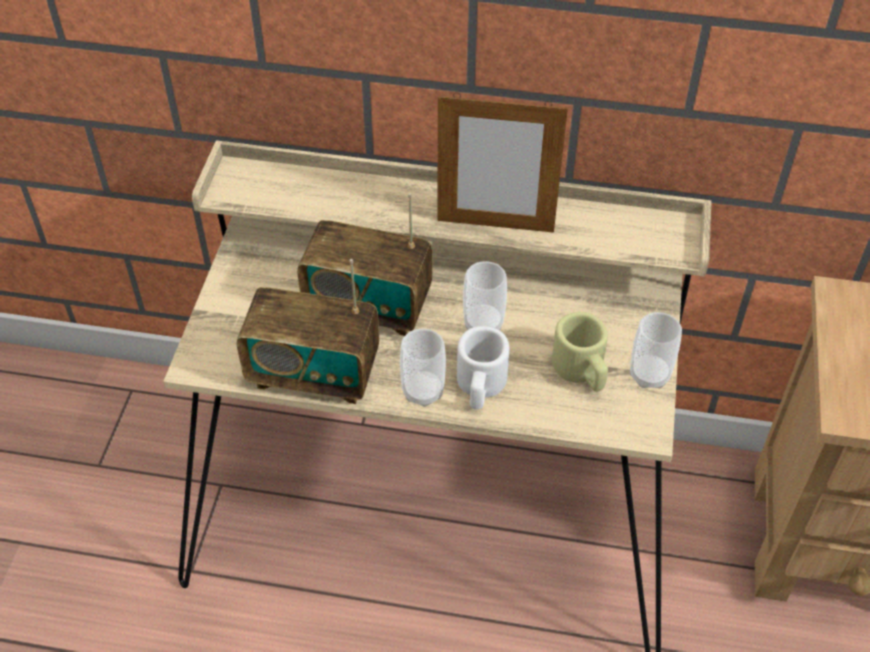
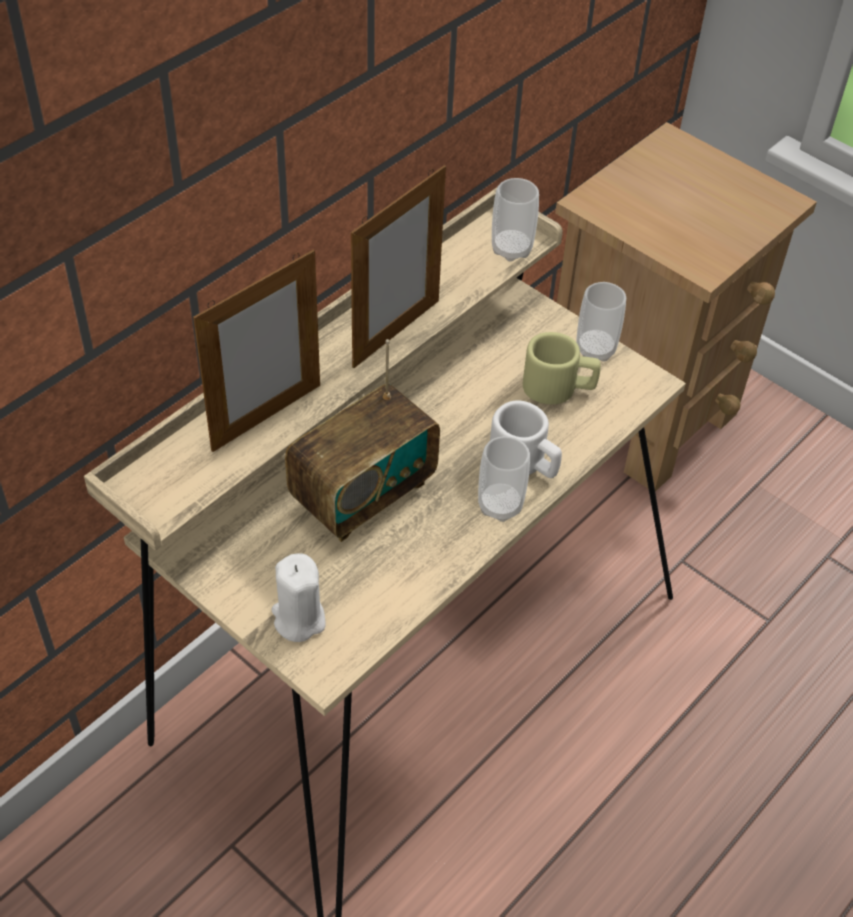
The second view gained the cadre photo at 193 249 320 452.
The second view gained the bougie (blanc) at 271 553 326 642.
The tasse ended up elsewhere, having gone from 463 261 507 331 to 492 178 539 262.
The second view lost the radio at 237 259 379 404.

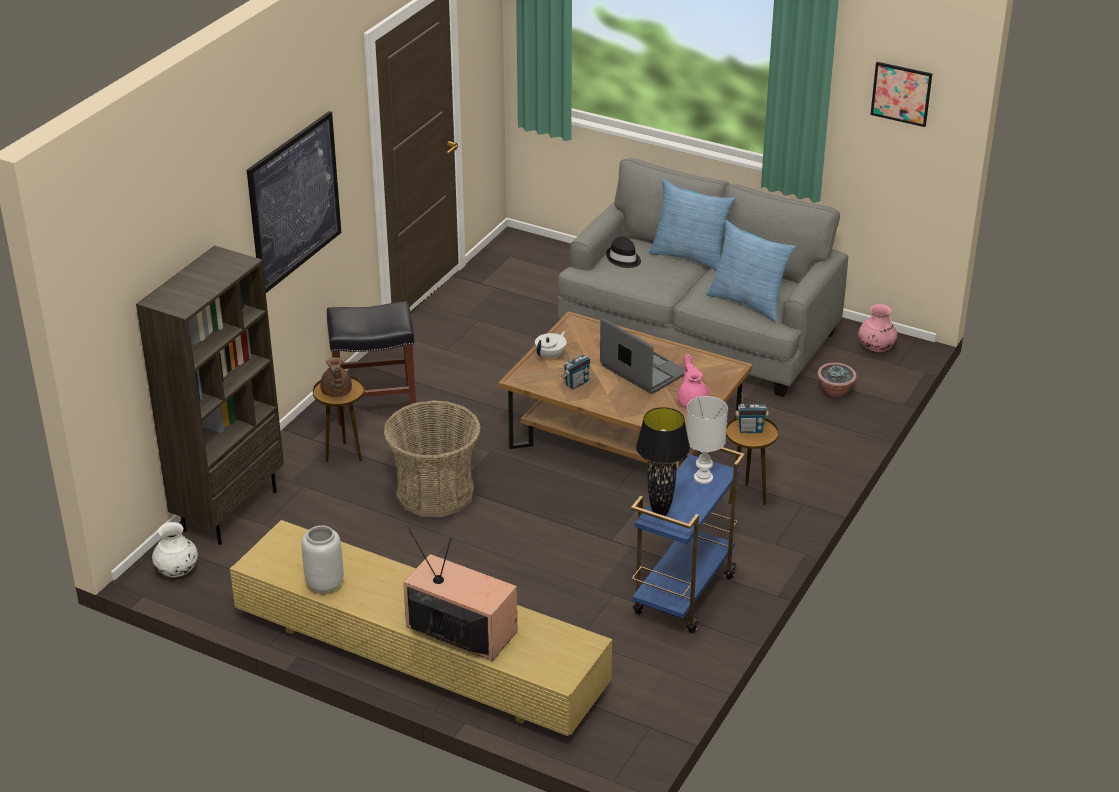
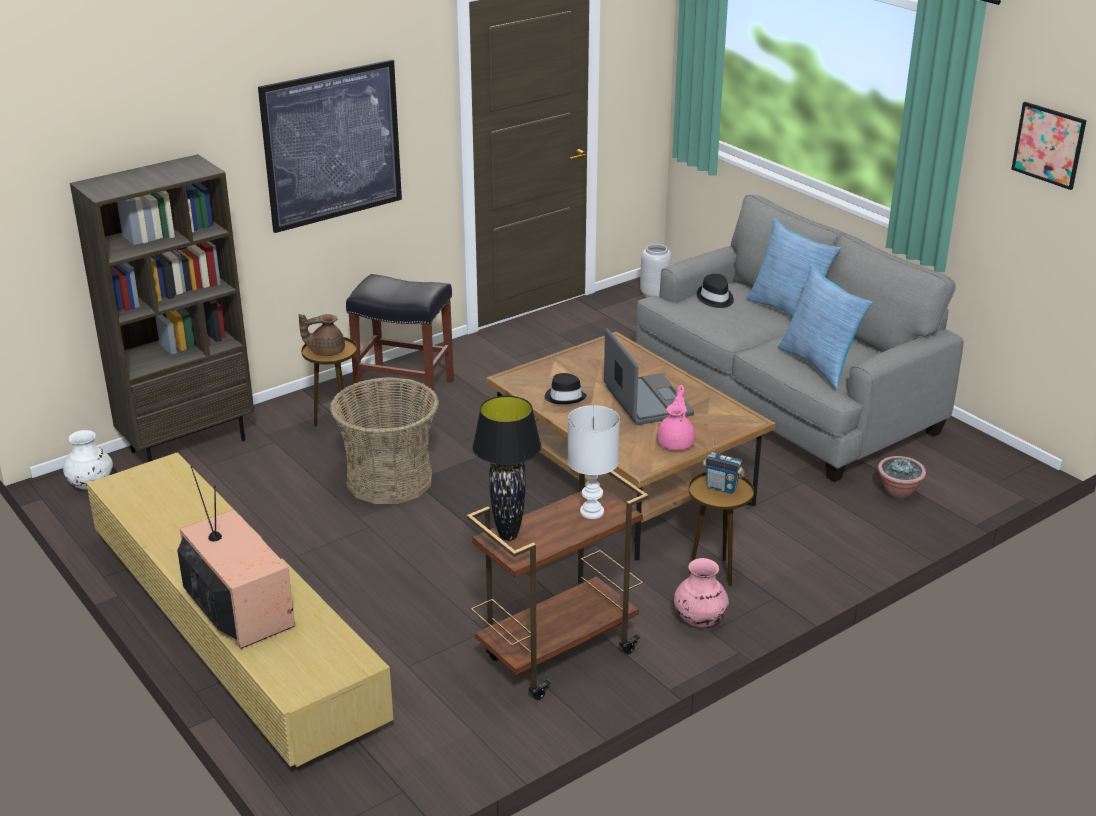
The théière (marron) at 320 357 352 397 ended up facing another way, 60 degrees clockwise from before.
What was the chariot (bleu) at 631 447 745 633 turned into the chariot (marron) at 466 471 649 700.
Where the radio stood at 562 351 590 389, the chapeau (noir) came to stand at 545 373 587 404.
The vase (gris) ended up elsewhere, having gone from 301 525 344 593 to 640 244 672 297.
The vase (rose) ended up elsewhere, having gone from 859 304 897 352 to 674 558 729 627.
The second view lost the théière (blanc) at 535 331 567 359.

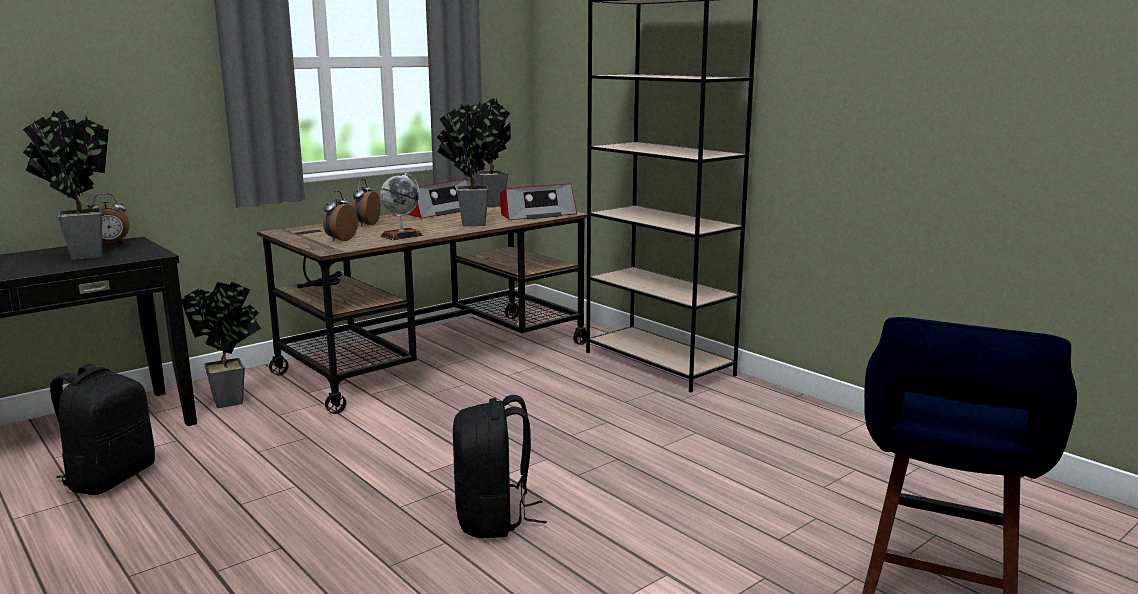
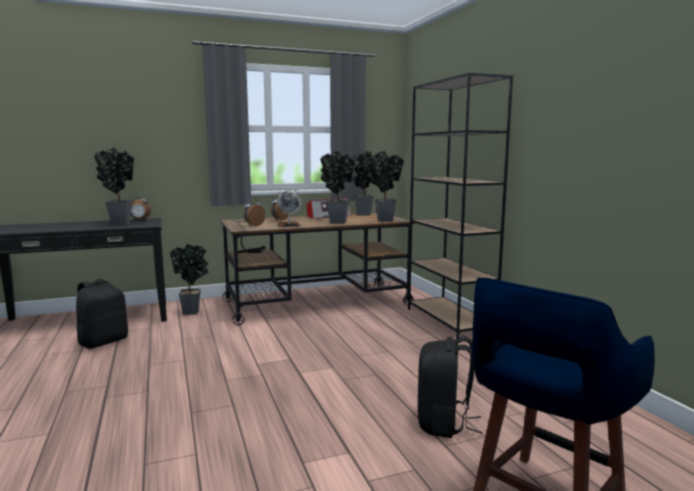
Where the radio stood at 500 184 577 220, the plante en pot came to stand at 365 151 404 222.
The sac à dos (noir) ended up elsewhere, having gone from 453 395 547 538 to 418 336 482 438.

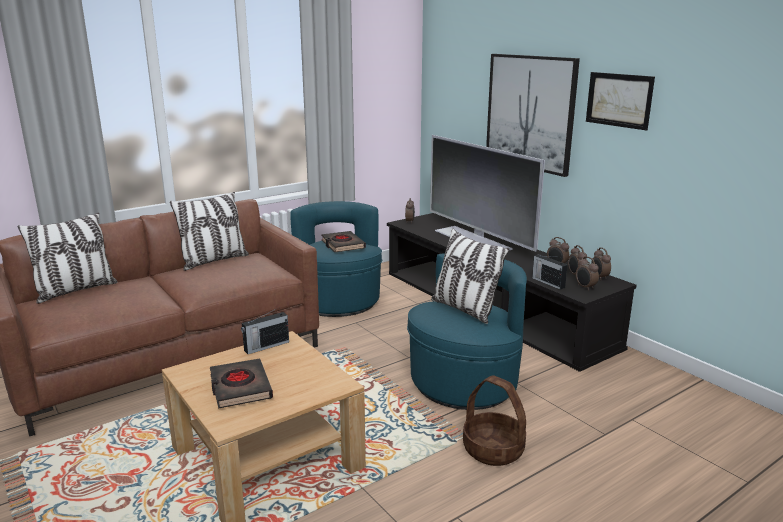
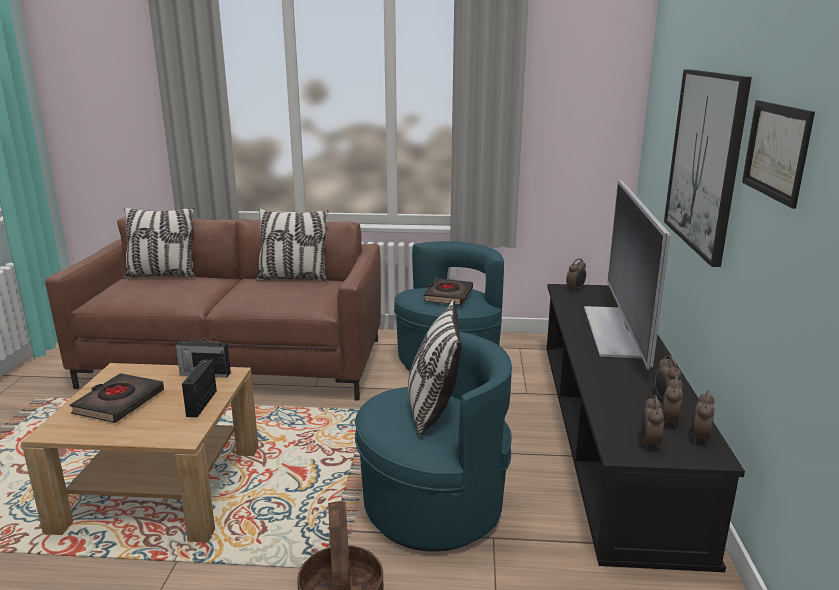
The radio ended up elsewhere, having gone from 532 254 567 289 to 182 359 217 417.

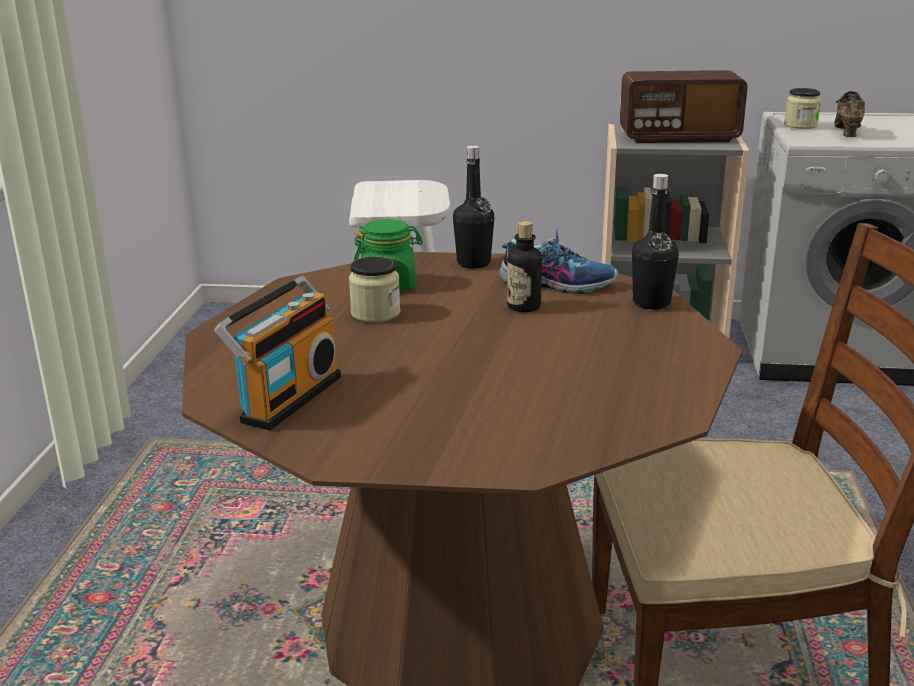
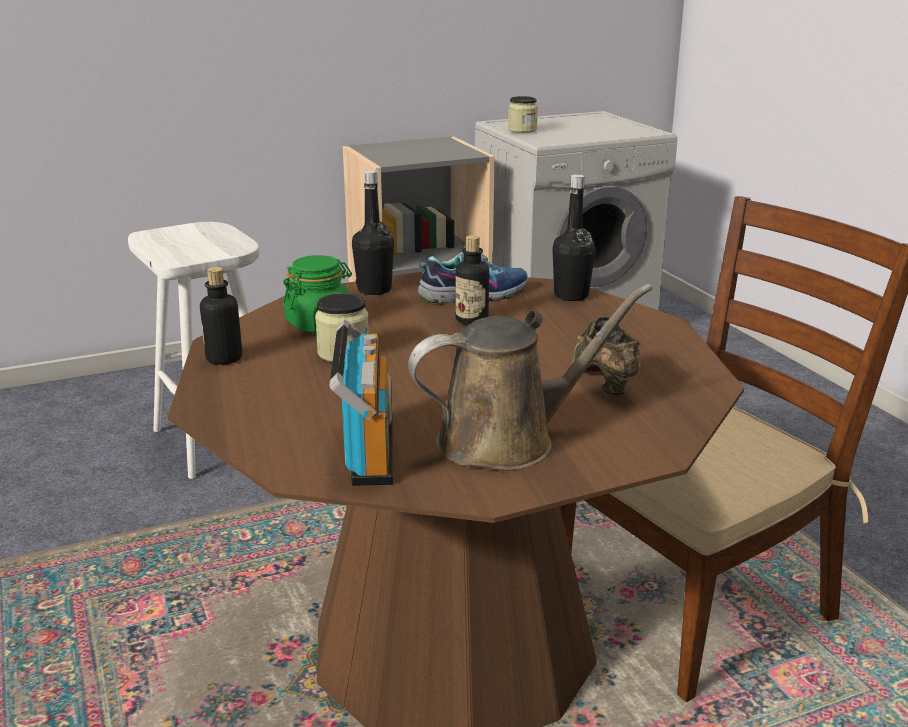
The second view gained the bouteille at 200 267 242 365.
The second view gained the arrosoir (marron) at 408 284 652 471.
The chaussure (marron) ended up elsewhere, having gone from 834 91 865 137 to 572 316 641 395.
The second view lost the radio at 620 70 748 143.

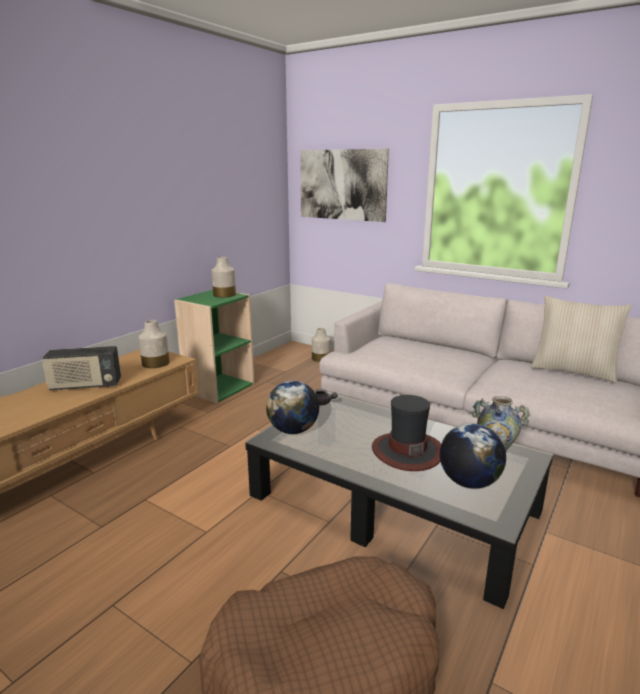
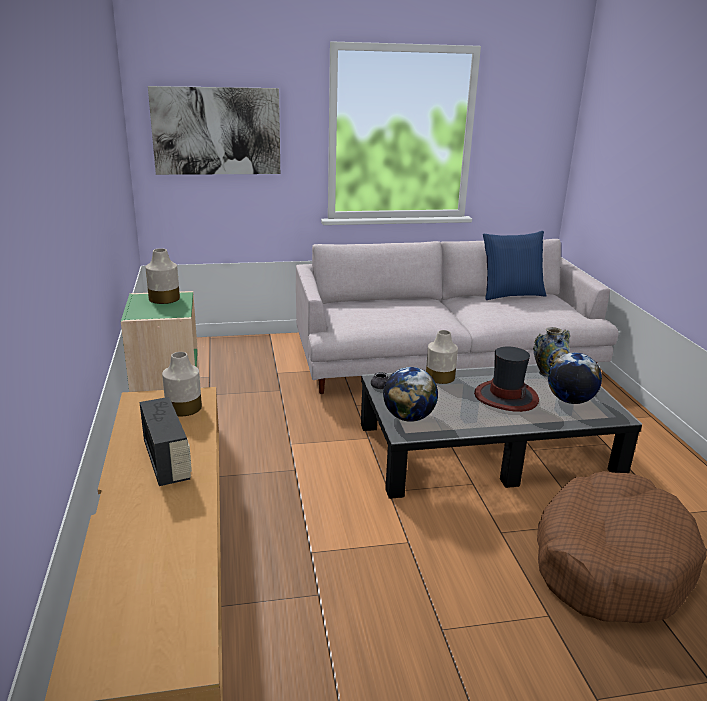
The radio at 42 346 121 390 ended up facing another way, 60 degrees counterclockwise from before.
The vase (beige) ended up elsewhere, having gone from 312 328 330 362 to 426 330 458 384.
What was the coussin (beige) at 531 296 632 383 turned into the coussin (bleu) at 483 231 547 300.

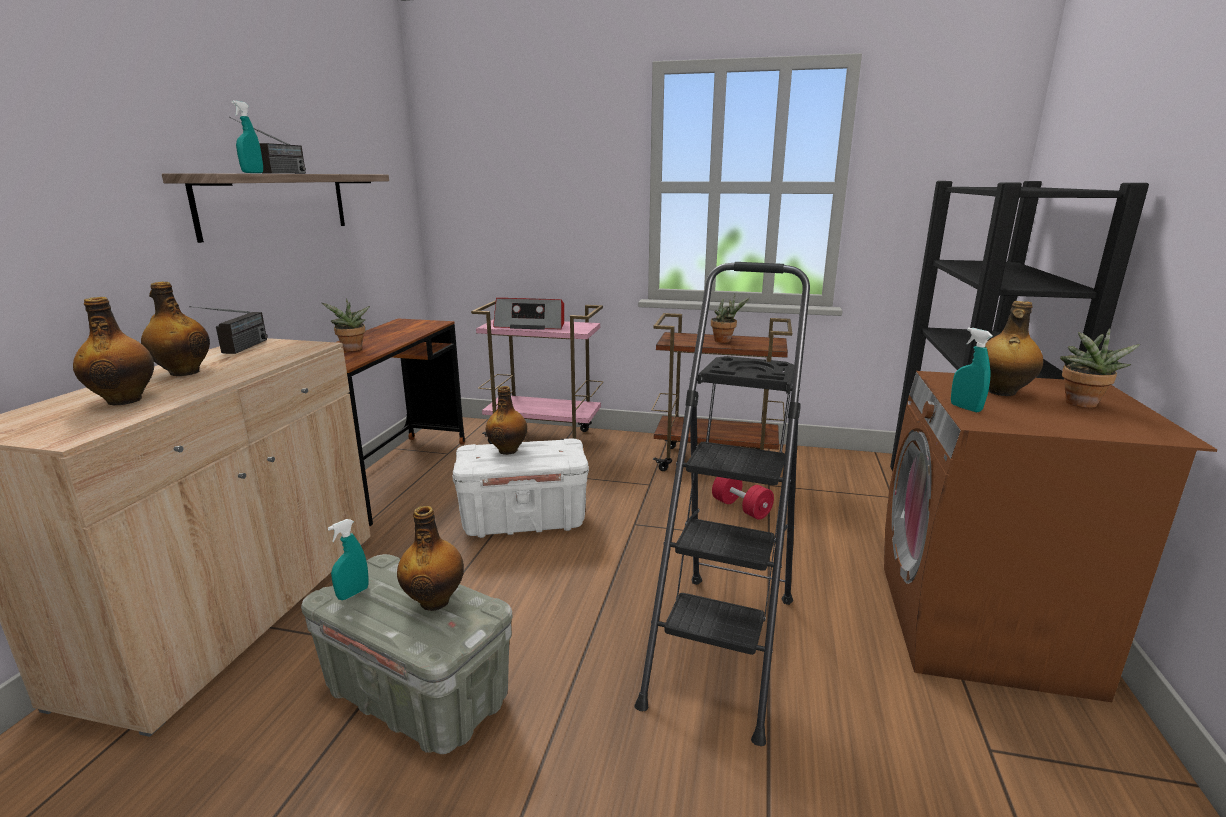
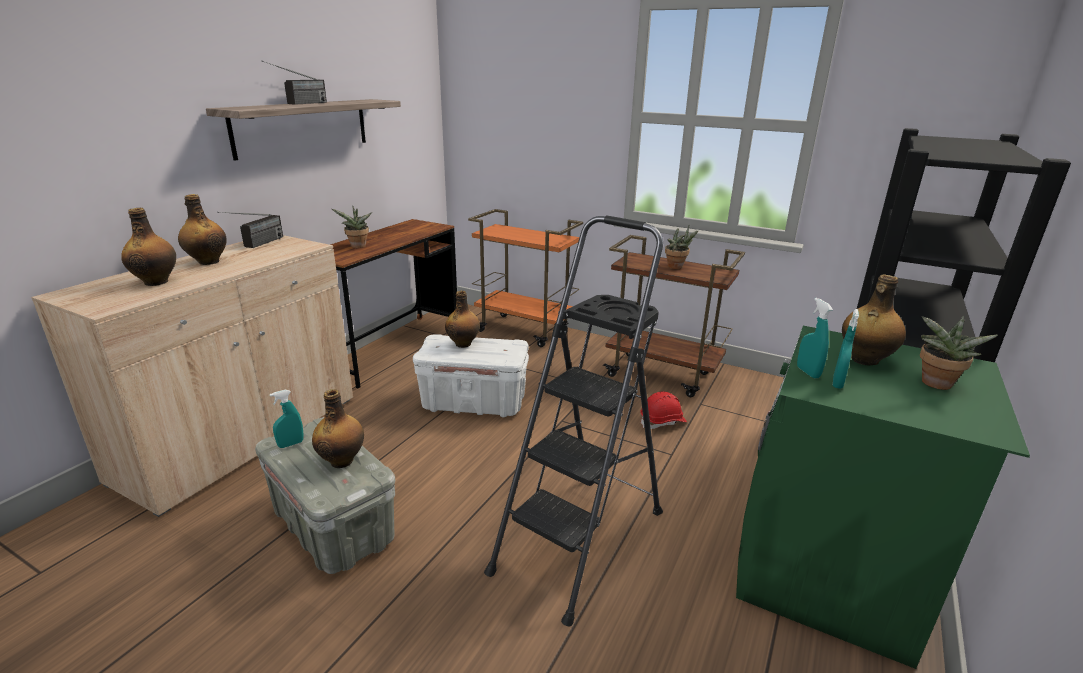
What was the chariot (rose) at 471 301 603 444 turned into the chariot (orange) at 468 209 583 347.
Where the haltère (rouge) stood at 712 477 774 520, the casque de chantier (rouge) came to stand at 640 392 687 429.
What was the lave-linge (marron) at 884 371 1218 702 turned into the lave-linge (vert) at 736 326 1030 669.
The vaporisateur (turquoise) ended up elsewhere, having gone from 231 100 263 173 to 833 309 859 389.
The second view lost the radio at 493 298 564 330.

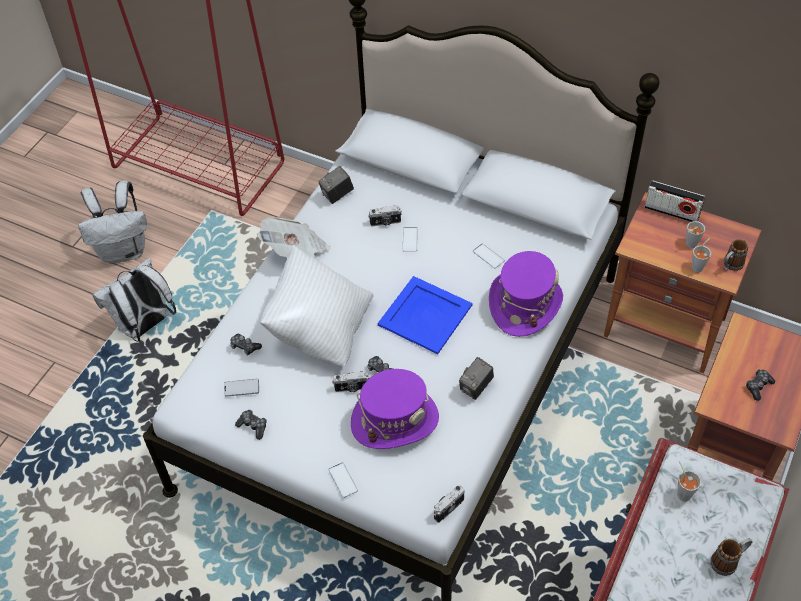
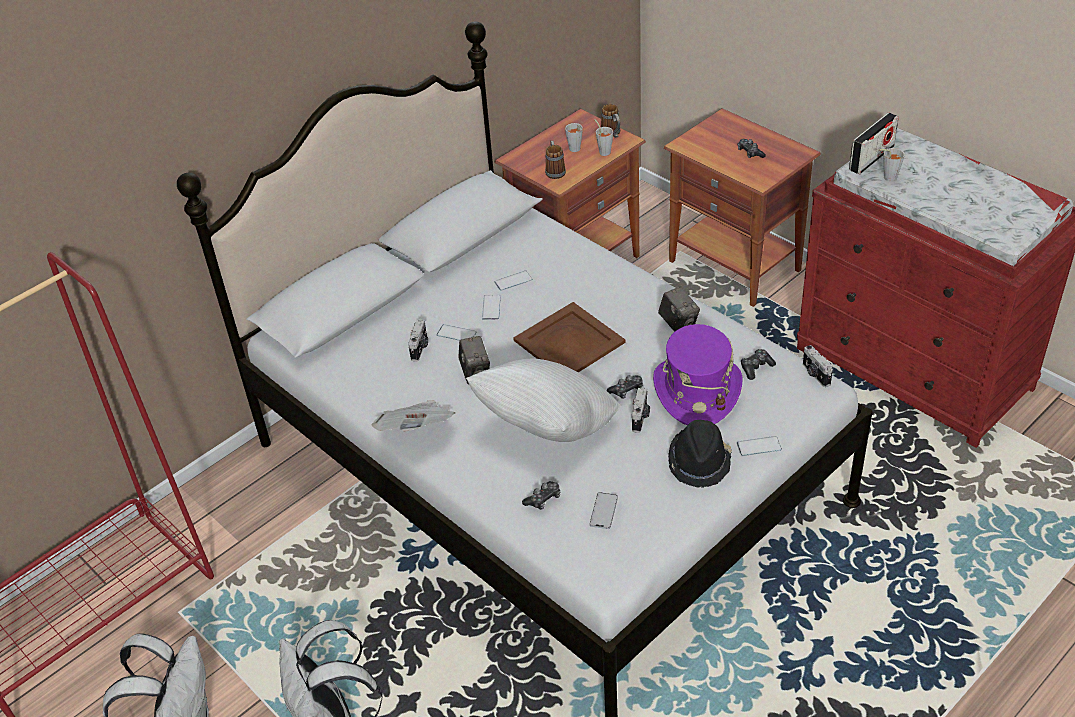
The appareil photo ended up elsewhere, having gone from 318 166 354 204 to 458 336 490 384.
The second view gained the téléphone at 482 295 501 320.
What was the plateau (bleu) at 378 276 472 354 turned into the plateau (marron) at 513 302 626 372.
The mug ended up elsewhere, having gone from 710 538 752 576 to 545 140 566 179.
The second view gained the chapeau (noir) at 668 420 732 488.
The manette ended up elsewhere, having gone from 235 410 267 440 to 741 349 776 380.
The radio ended up elsewhere, having gone from 644 180 705 222 to 849 113 899 174.
The second view lost the chapeau (violet) at 489 251 563 337.

